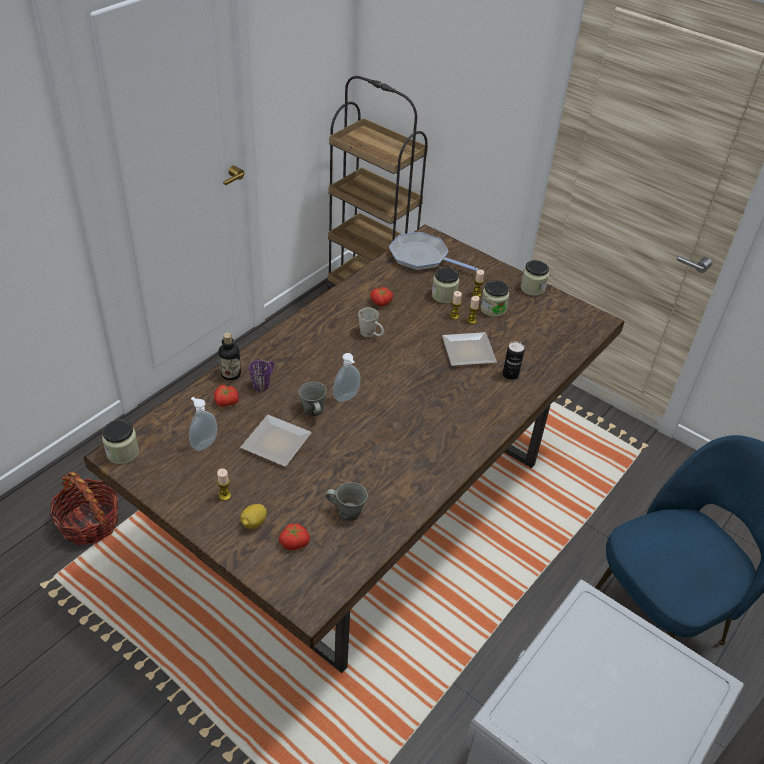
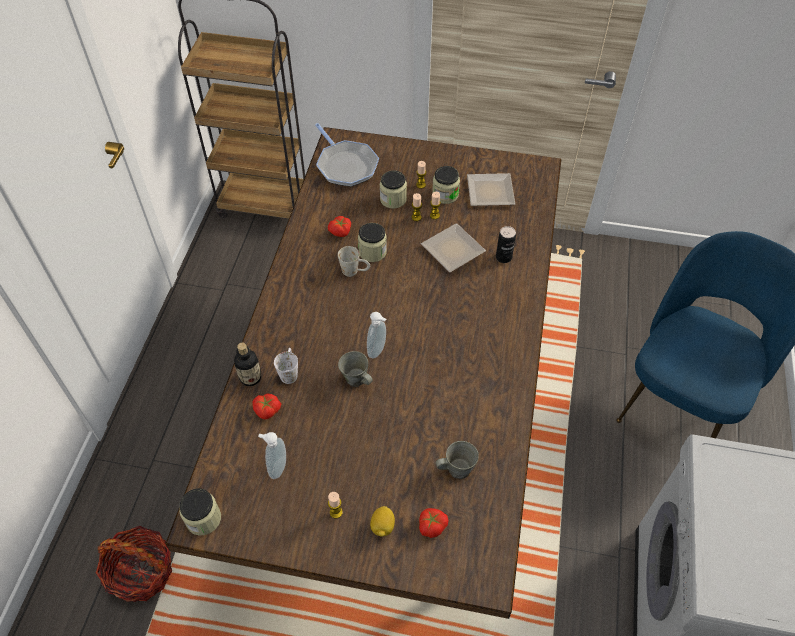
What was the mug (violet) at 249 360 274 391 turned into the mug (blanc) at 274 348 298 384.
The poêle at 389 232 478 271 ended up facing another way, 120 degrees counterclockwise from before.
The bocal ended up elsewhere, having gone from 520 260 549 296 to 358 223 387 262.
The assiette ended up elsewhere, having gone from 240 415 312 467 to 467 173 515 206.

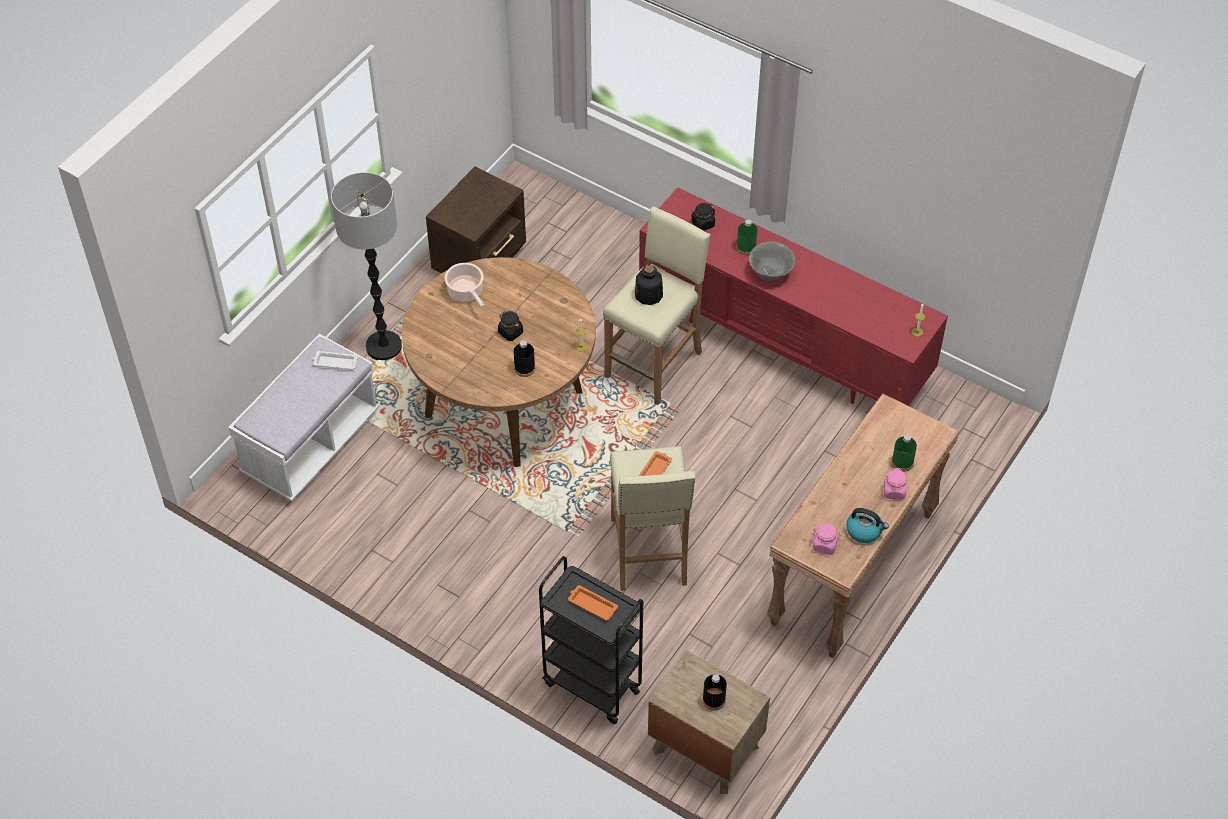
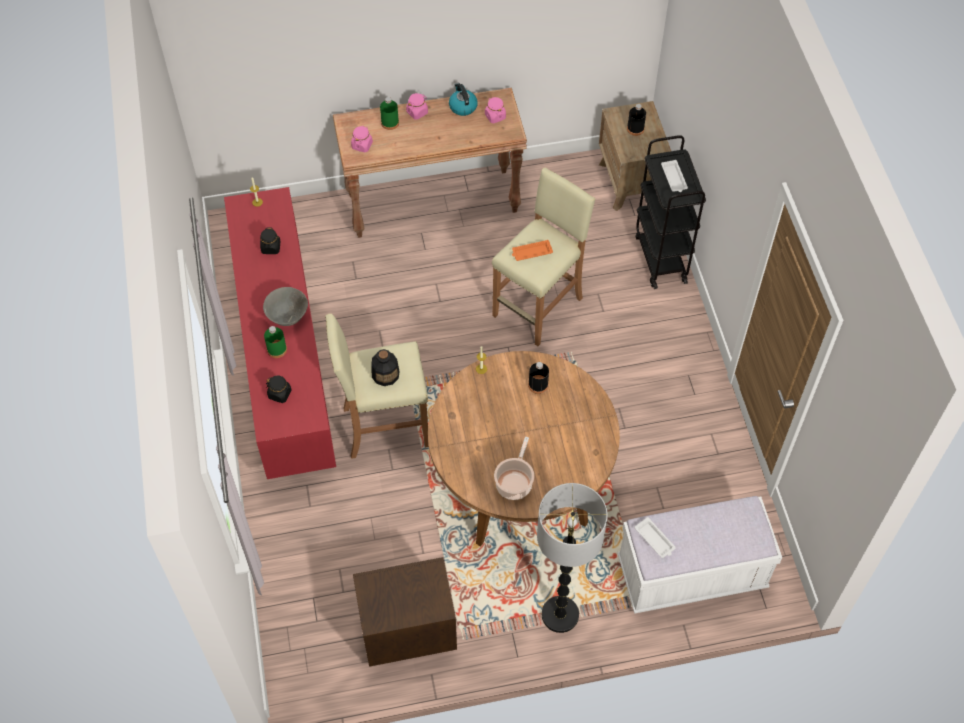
The bocal (noir) ended up elsewhere, having gone from 498 311 523 341 to 260 227 281 254.
The second view gained the bocal (rose) at 351 126 373 153.
What was the plateau (orange) at 568 585 618 621 turned into the plateau (blanc) at 661 160 688 192.

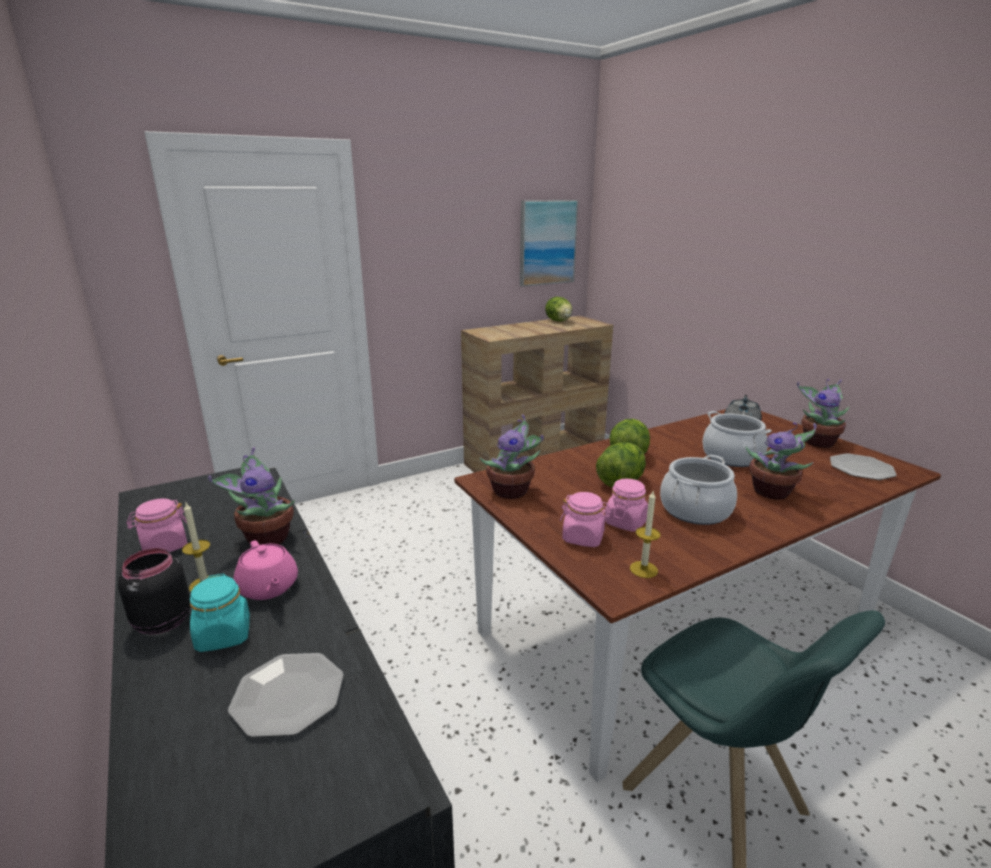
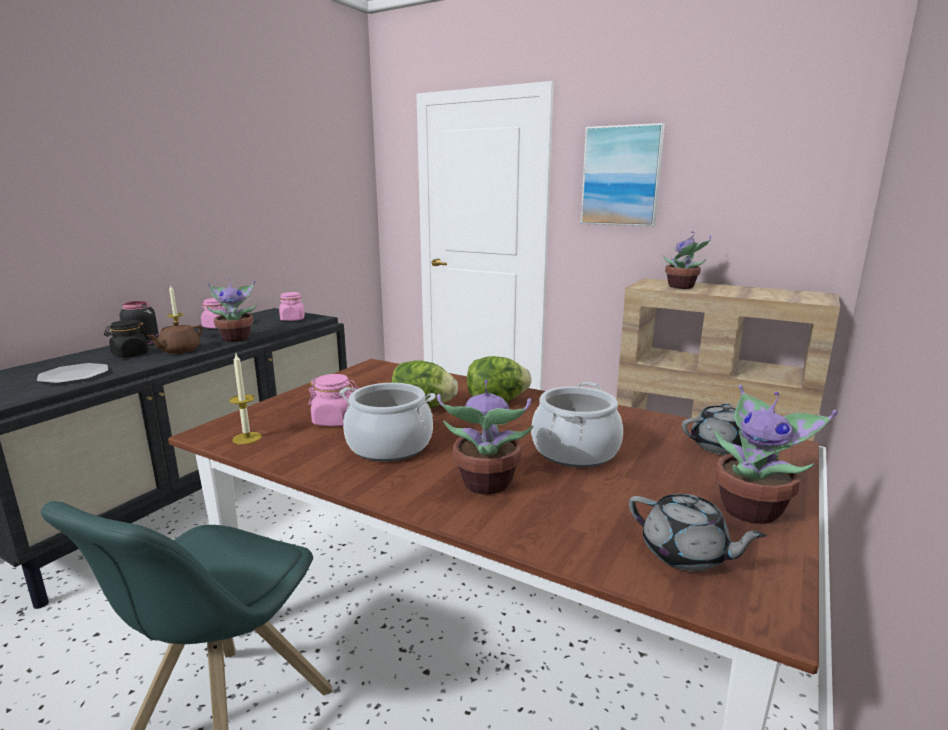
What was the bocal (turquoise) at 190 573 250 652 turned into the bocal (noir) at 104 320 149 357.
What was the théière (rose) at 234 541 298 600 turned into the théière (marron) at 146 322 203 354.
The bocal (rose) ended up elsewhere, having gone from 560 492 611 547 to 279 292 305 321.
The tableau ended up elsewhere, having gone from 520 200 578 287 to 580 123 665 226.
Where the assiette stood at 830 453 897 480, the théière (gris) came to stand at 629 494 767 571.
The plante en pot ended up elsewhere, having gone from 479 414 544 499 to 663 231 711 289.
The second view lost the laitue at 545 297 572 322.

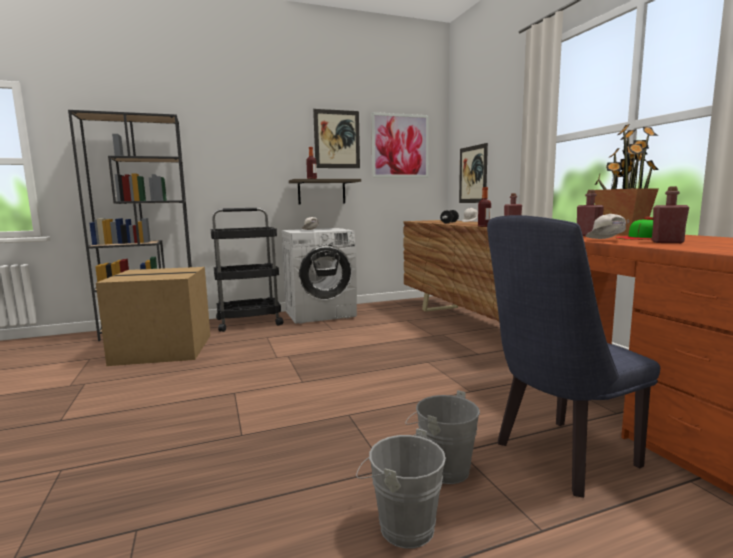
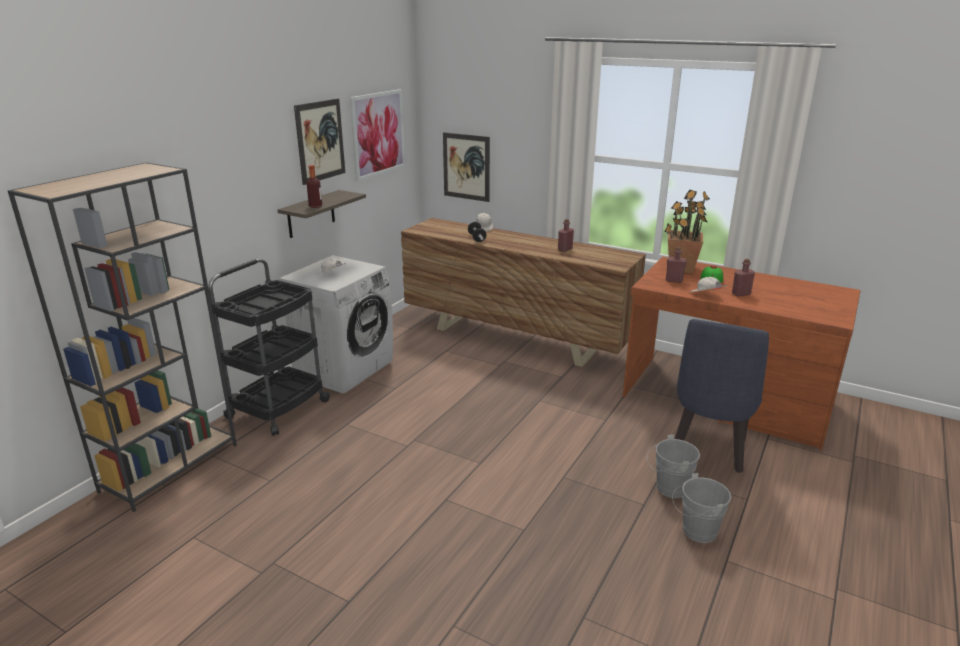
The second view lost the carton at 96 267 210 366.
The second view lost the bouteille at 478 187 491 227.

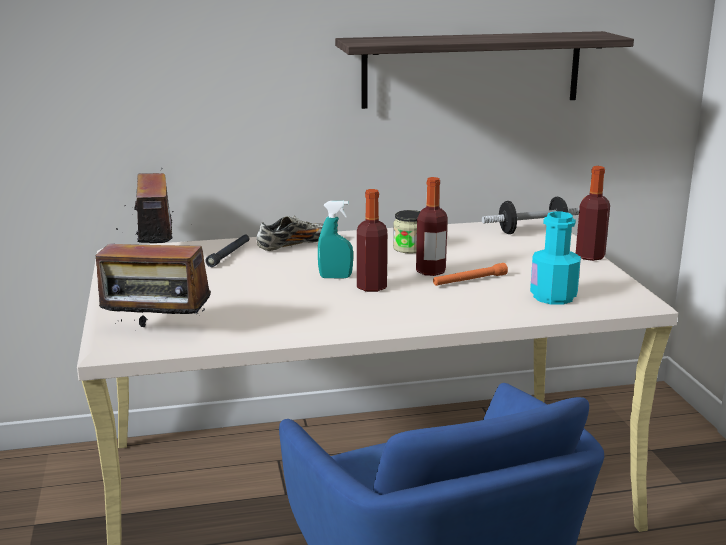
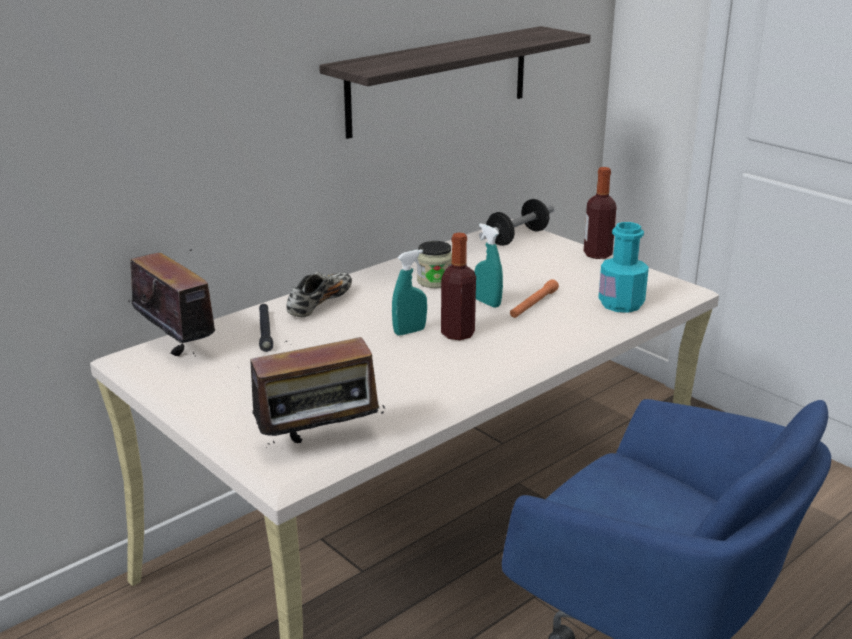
Where the bouteille stood at 416 177 448 276, the vaporisateur (turquoise) came to stand at 474 223 503 308.

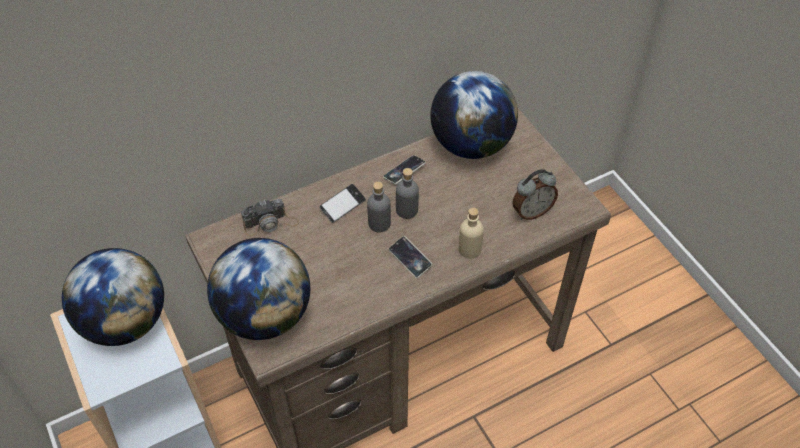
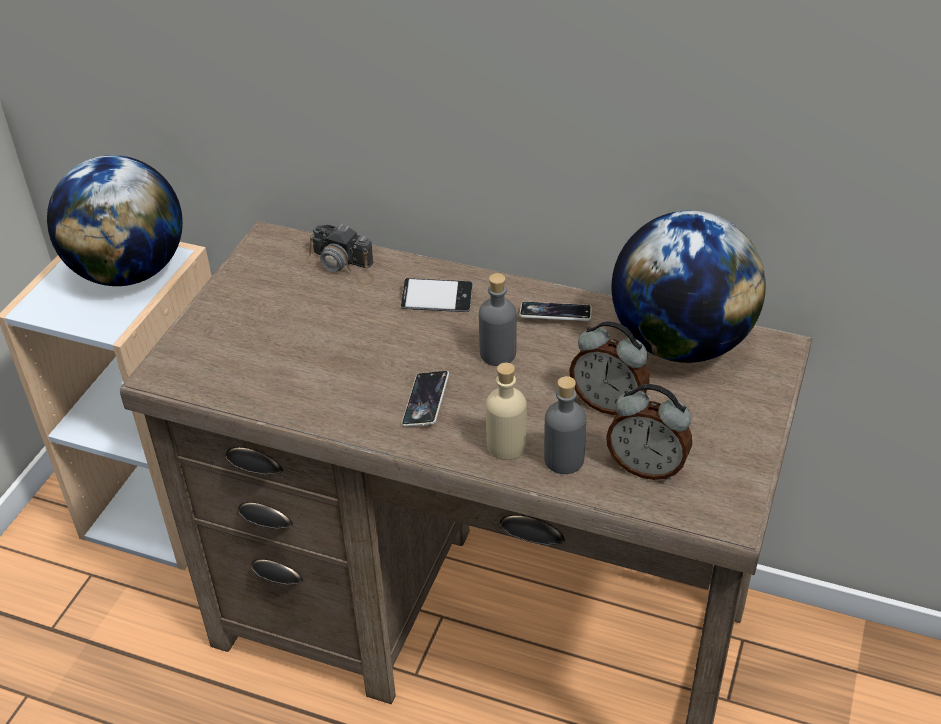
The bouteille (gris) ended up elsewhere, having gone from 367 181 391 232 to 544 376 586 474.
The second view gained the réveil at 569 321 650 415.
The second view lost the globe at 207 238 310 340.

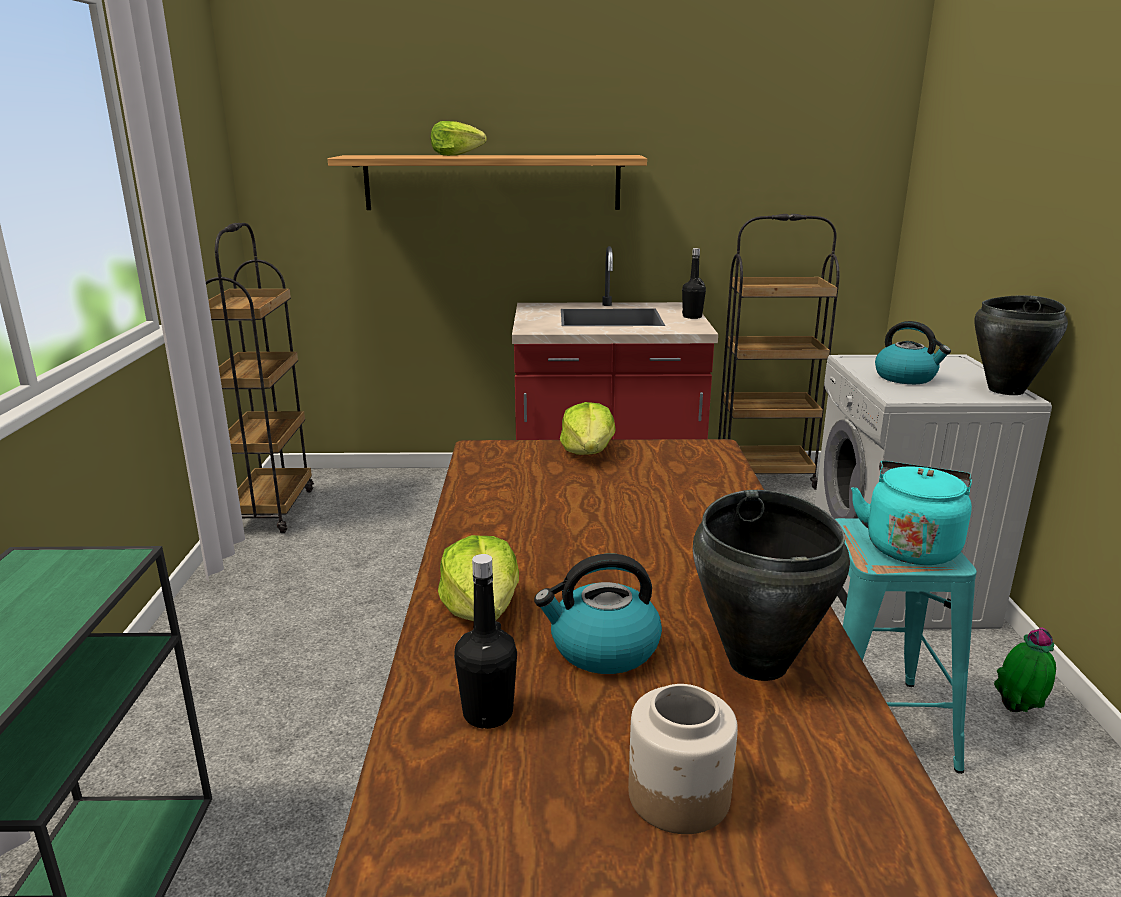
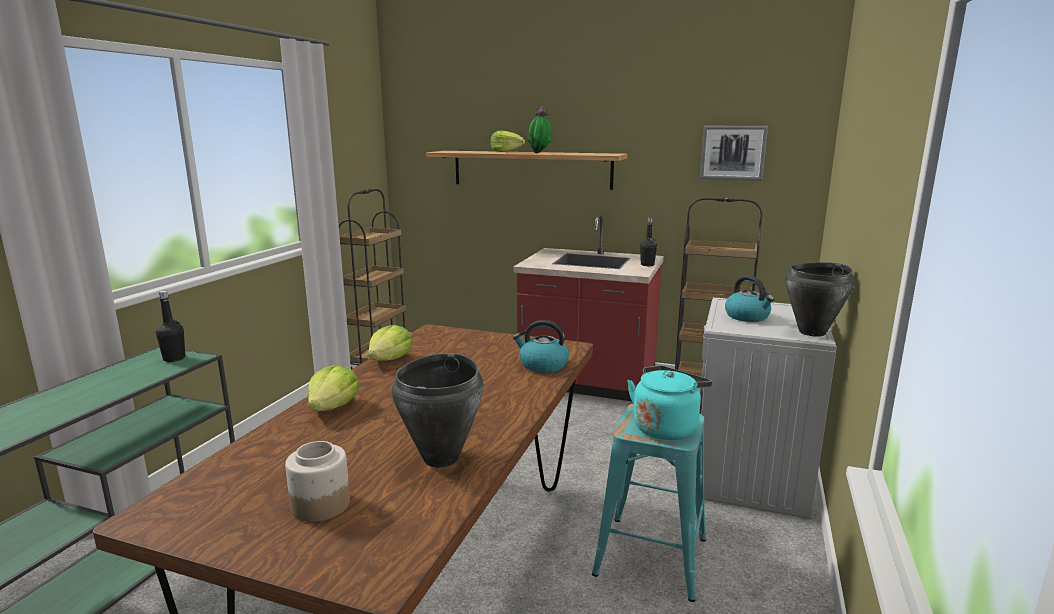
The bouteille (noir) ended up elsewhere, having gone from 454 554 517 729 to 156 291 185 362.
The laitue ended up elsewhere, having gone from 560 402 616 455 to 368 325 413 361.
The bouilloire ended up elsewhere, having gone from 534 554 662 674 to 513 320 569 373.
The plante en pot ended up elsewhere, having gone from 994 627 1056 712 to 527 106 552 153.
The second view gained the tableau at 700 126 768 181.

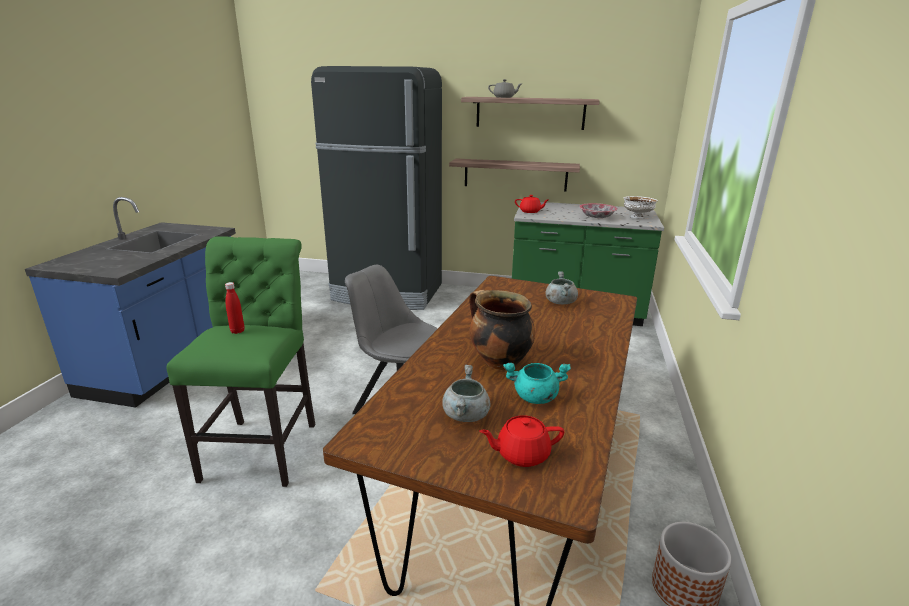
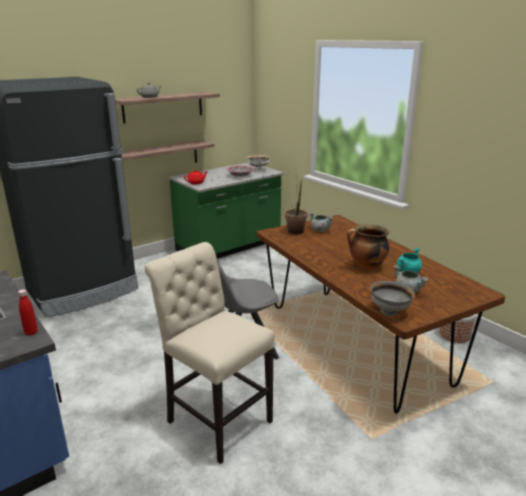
The bouteille (rouge) ended up elsewhere, having gone from 225 282 245 334 to 18 289 38 336.
What was the tabouret (vert) at 166 236 315 487 turned into the tabouret (beige) at 145 242 275 464.
The second view gained the plante en pot at 285 168 308 234.
The second view gained the bol (gris) at 370 281 415 316.
The second view lost the théière (rouge) at 479 415 564 467.

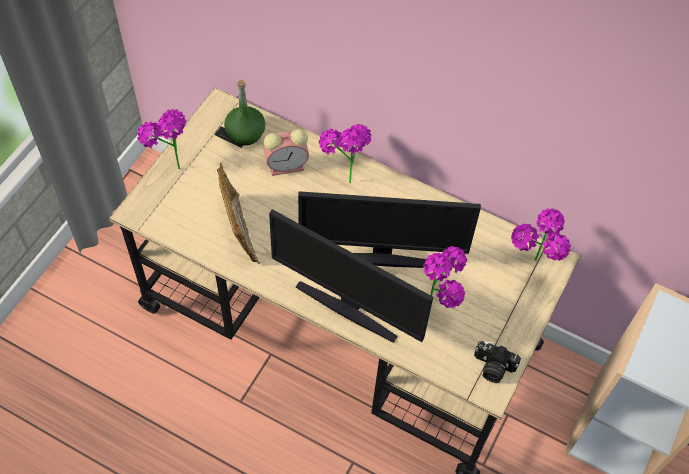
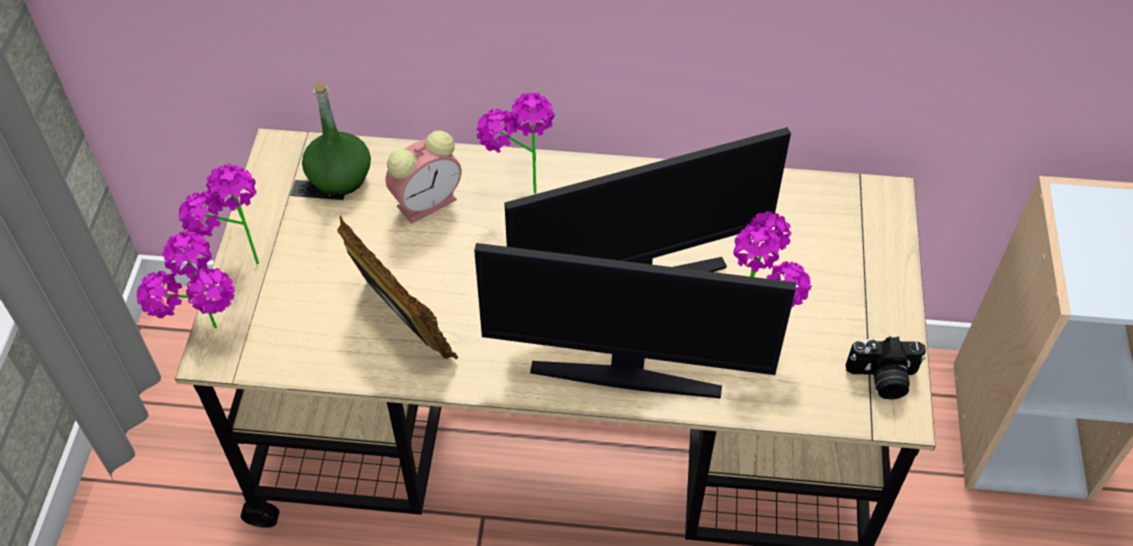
The plante en pot ended up elsewhere, having gone from 511 208 571 261 to 137 231 235 328.

